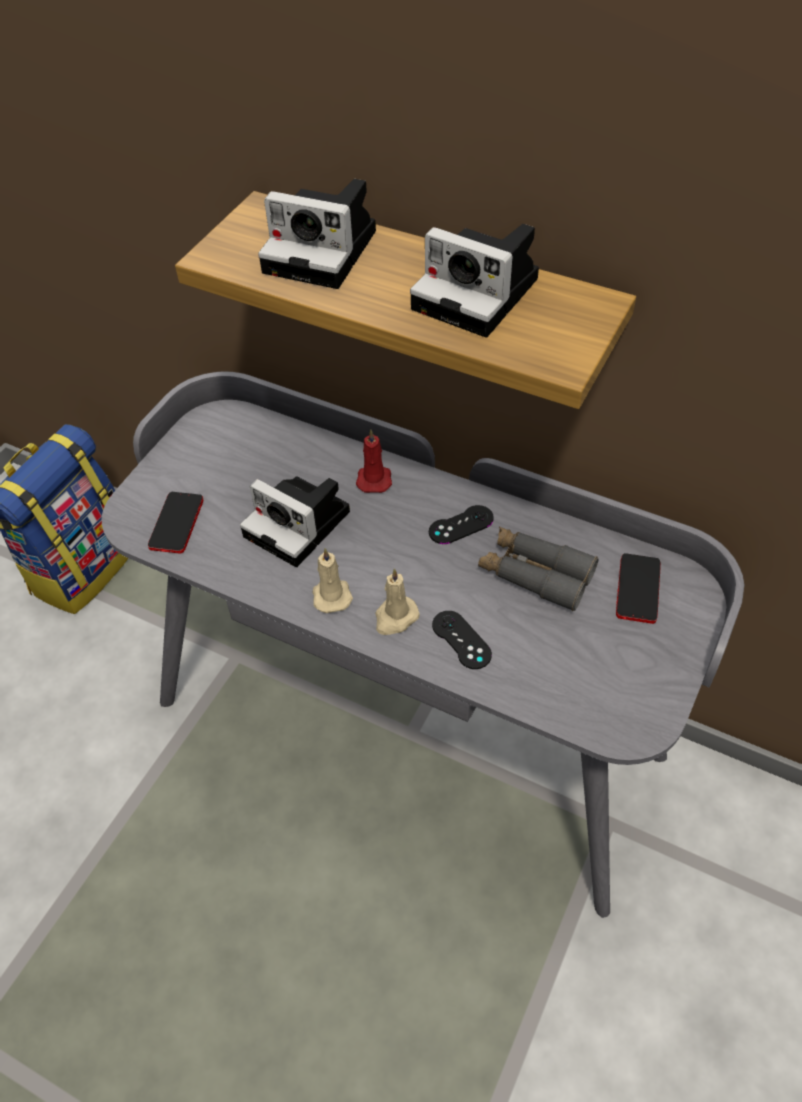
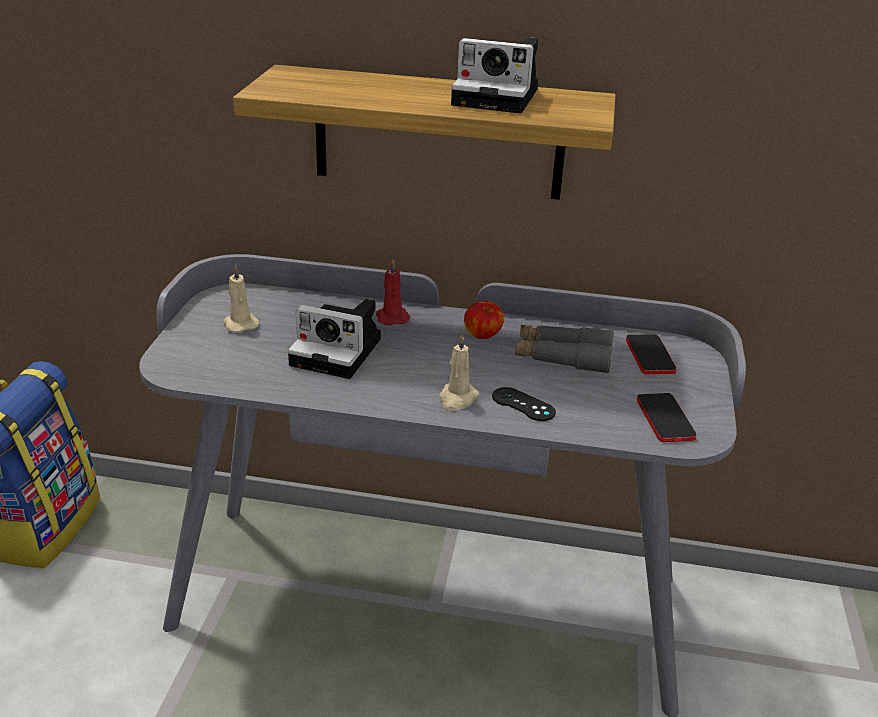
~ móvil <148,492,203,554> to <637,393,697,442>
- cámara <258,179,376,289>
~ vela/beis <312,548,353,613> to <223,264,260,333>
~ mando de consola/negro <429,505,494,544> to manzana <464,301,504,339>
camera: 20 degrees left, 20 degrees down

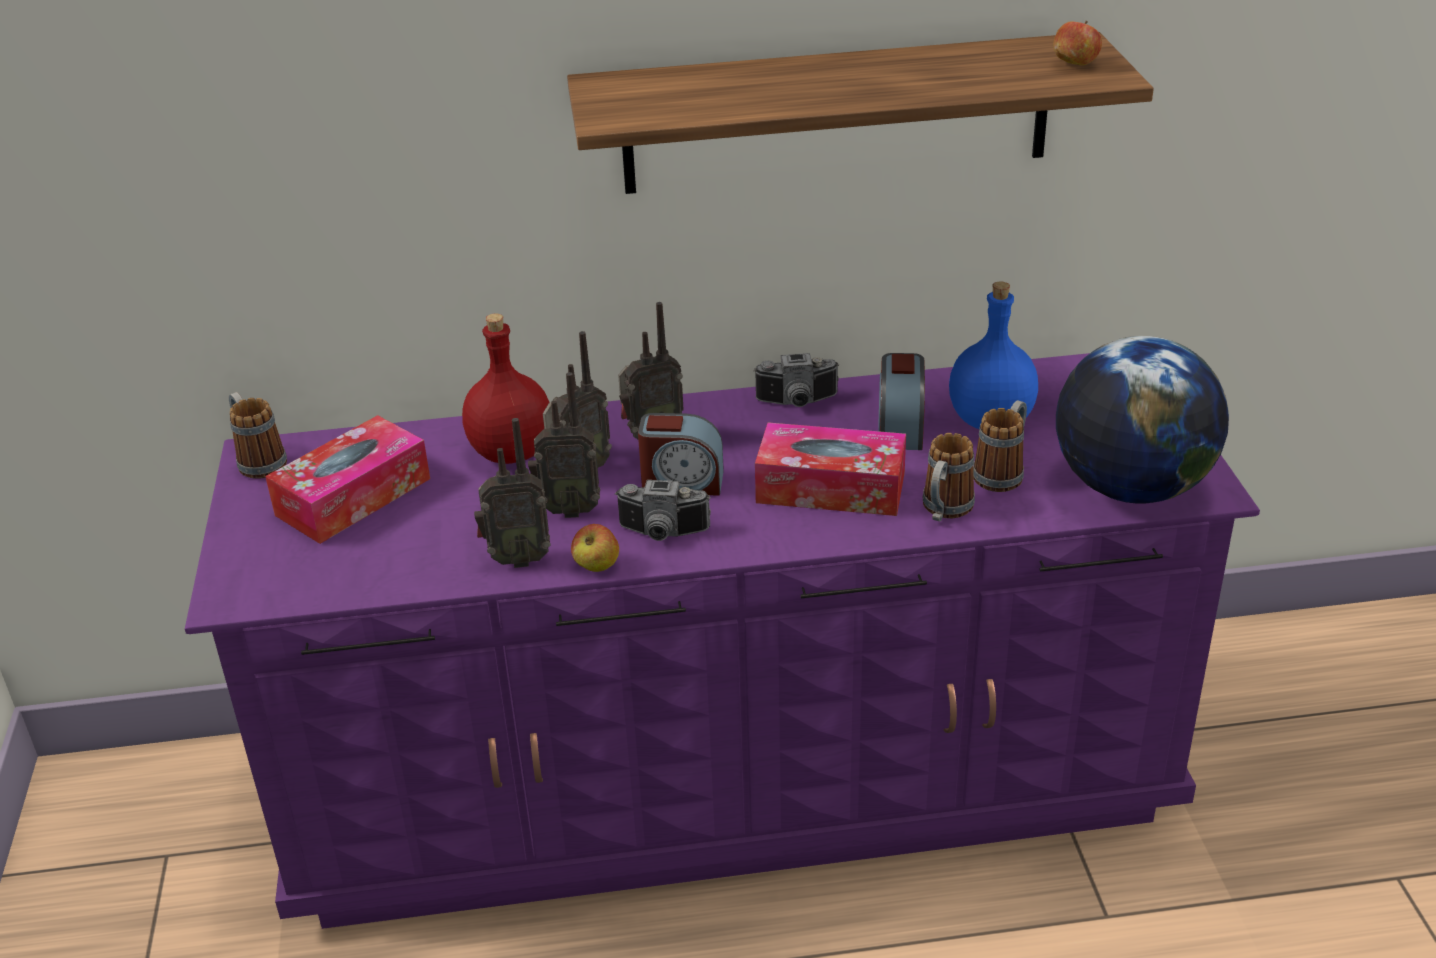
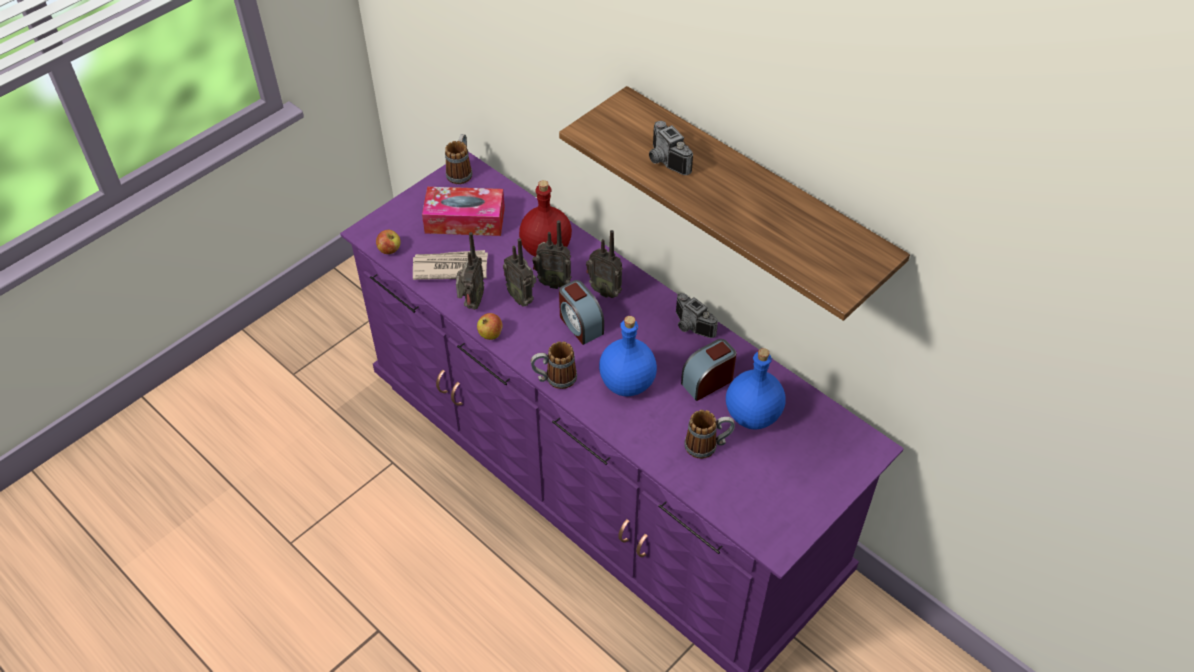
~ radio <474,418,551,568> = <456,232,484,310> 120 degrees counterclockwise
~ cámara <615,480,711,541> to <649,121,693,175>
~ caja de pañuelos <755,422,906,516> to botella/azul <599,316,657,396>
~ taza grande <923,433,975,521> to <531,341,577,389>
~ manzana <1053,21,1102,66> to <376,230,401,254>
- globo terráqueo <1056,336,1229,503>
+ periódico <413,250,488,280>
camera: 50 degrees right, 15 degrees up

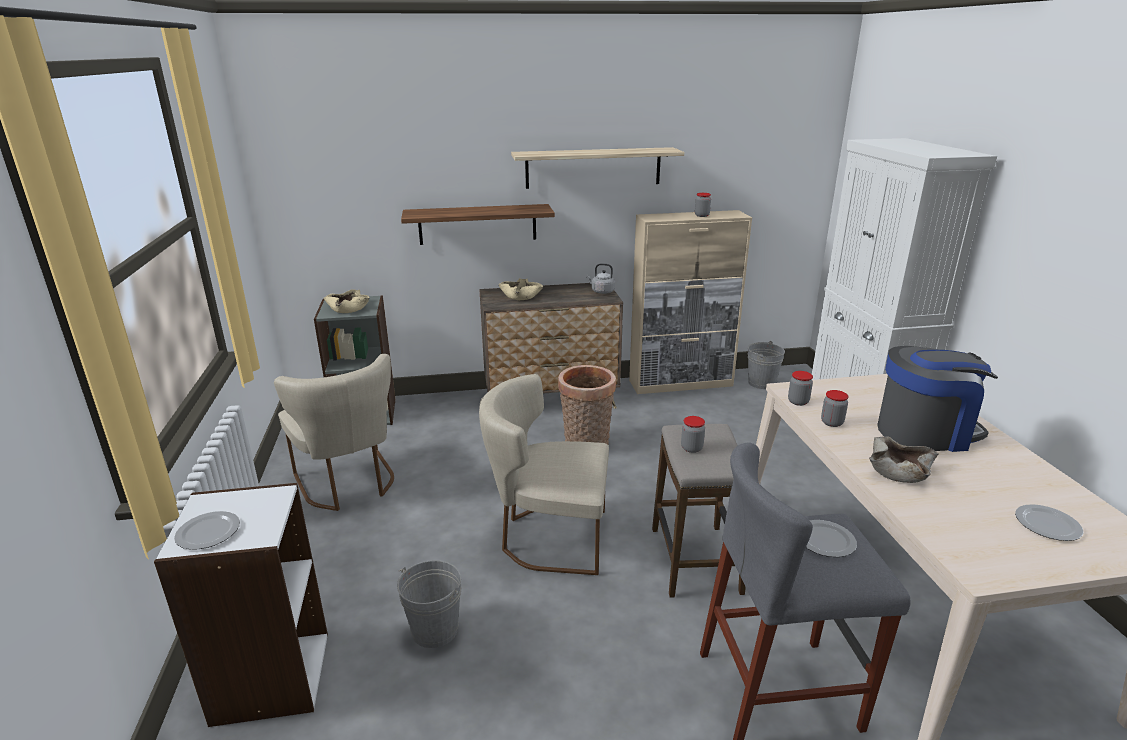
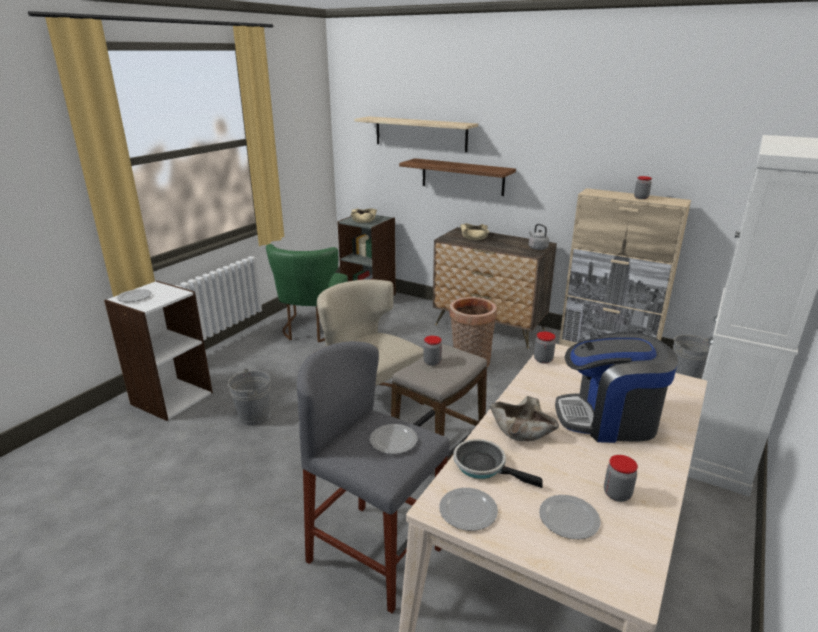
~ silla/beis <274,354,394,511> to silla/verde <266,244,348,342>
~ estante <511,147,684,189> to <354,116,478,152>
~ tarro <821,390,849,427> to <604,455,638,502>
~ cafetera <877,346,998,452> = <555,332,678,443> 150 degrees clockwise
+ plato <439,488,498,531>
+ sartén <453,439,543,488>
camera: 40 degrees right, 0 degrees up

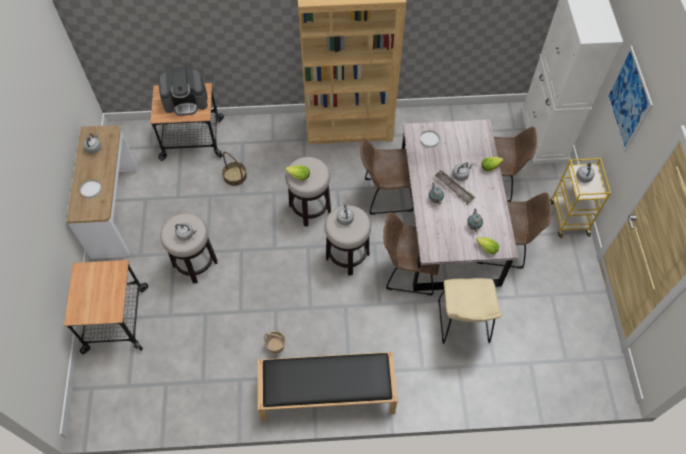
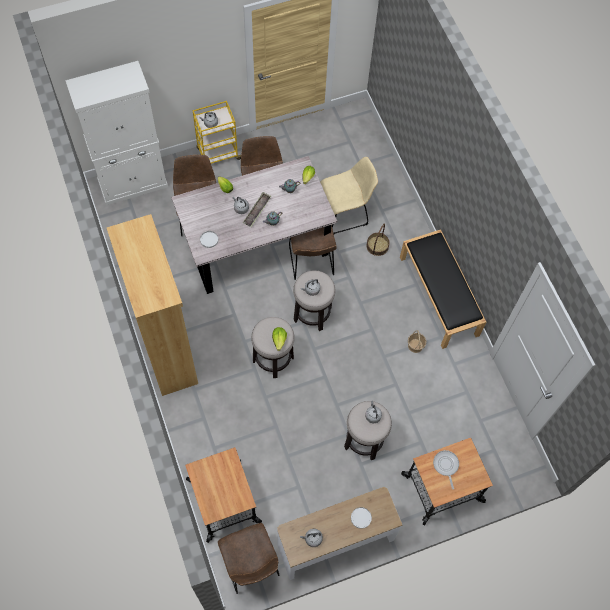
- cafetera <158,67,208,116>
~ cesta <222,152,247,186> to <366,224,390,256>
~ silla/marrón <360,138,414,215> to <218,523,280,594>
- cuadro <607,46,653,152>
+ sartén <433,450,459,489>
camera: 110 degrees left, 5 degrees up

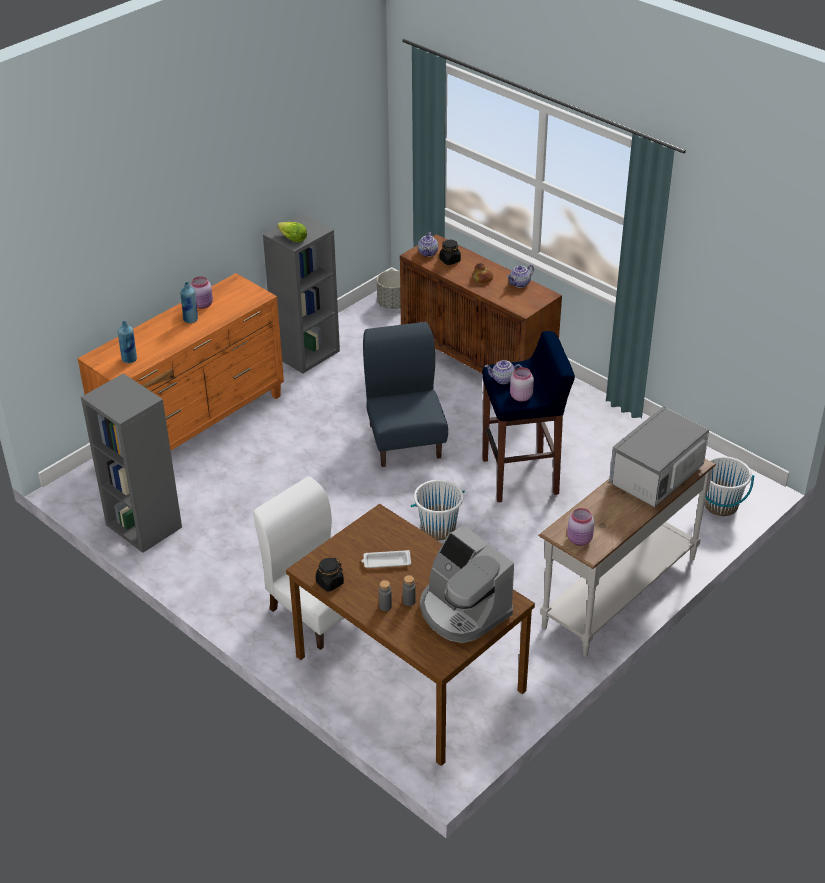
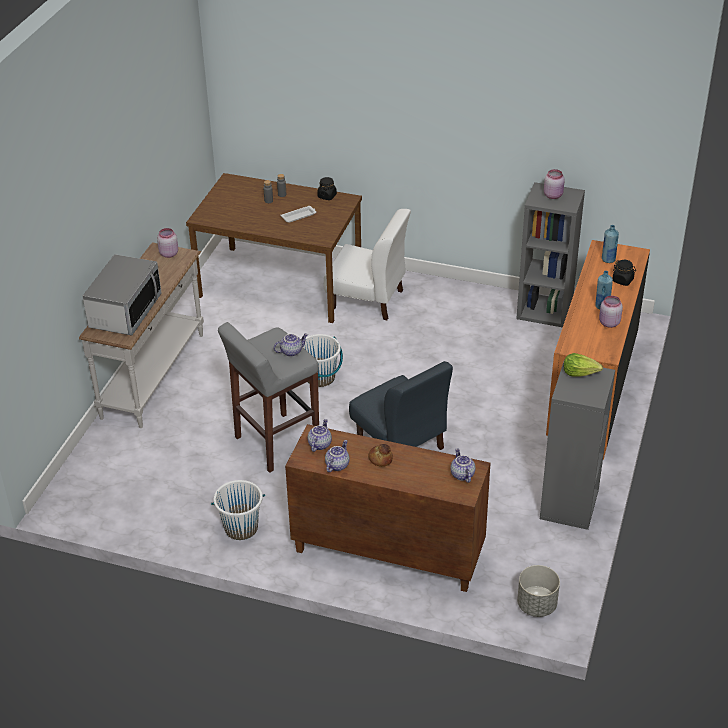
- cafetera <420,525,514,643>
~ tarro/negro <439,240,461,265> to <612,260,636,286>
~ taburete/azul <482,331,575,502> to taburete/gris <218,322,319,473>
~ tarro/rosa <510,367,534,401> to <544,169,565,199>
~ cubo/blanco <705,456,754,516> to <211,480,265,540>
+ tetera <308,419,332,452>
camera: 155 degrees right, 0 degrees up

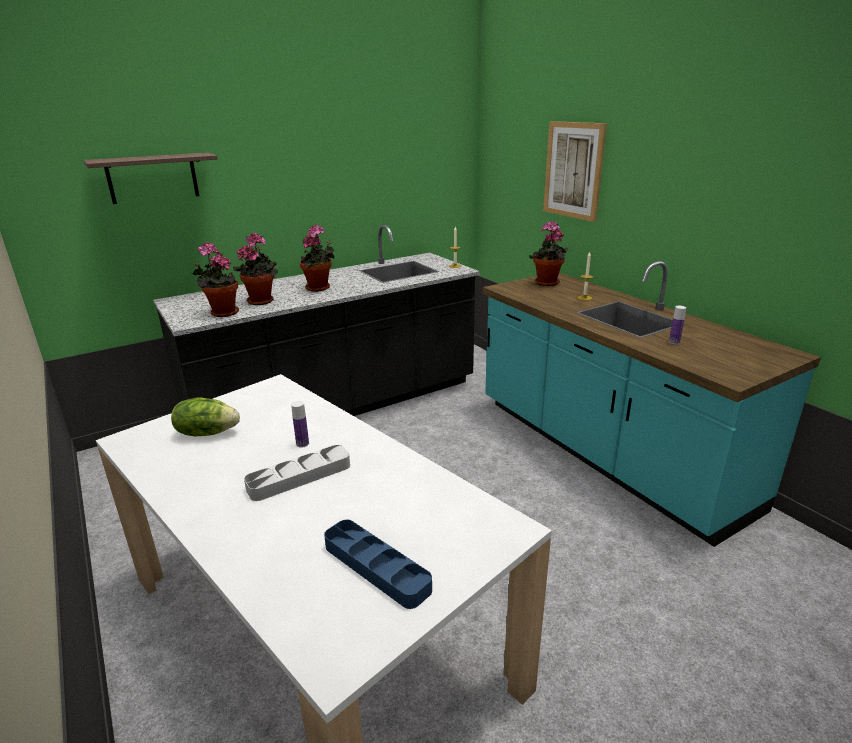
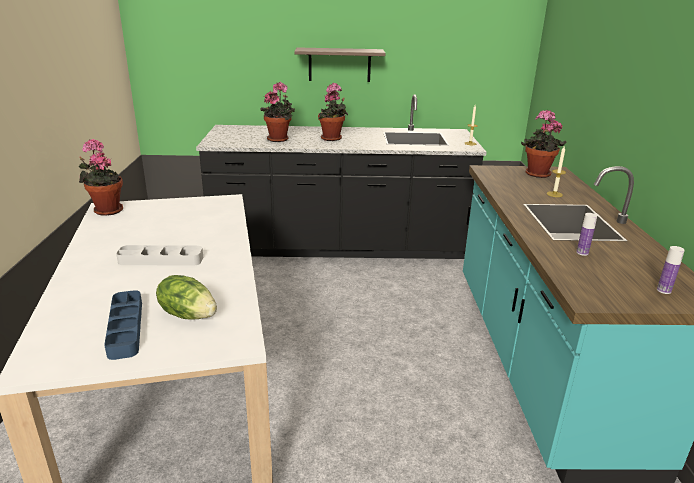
~ estante <83,152,218,204> to <294,47,386,82>
~ lechuga <171,397,240,436> to <156,275,217,319>
~ planta en maceta <192,242,239,317> to <79,139,123,216>
~ botella <291,401,309,448> to <657,246,685,294>
- cuadro <543,121,607,222>
camera: 30 degrees right, 0 degrees up

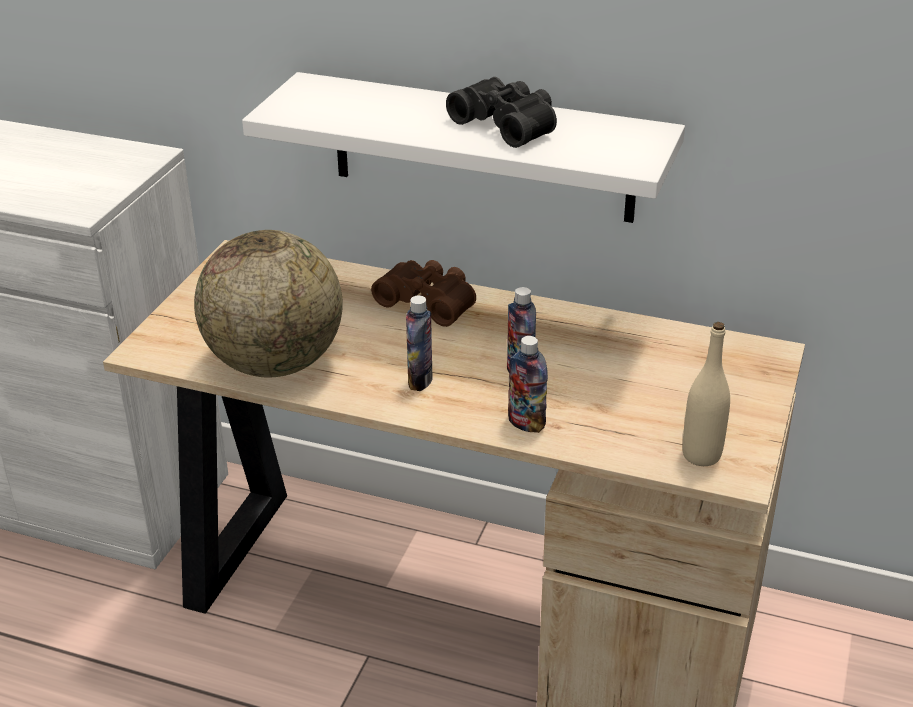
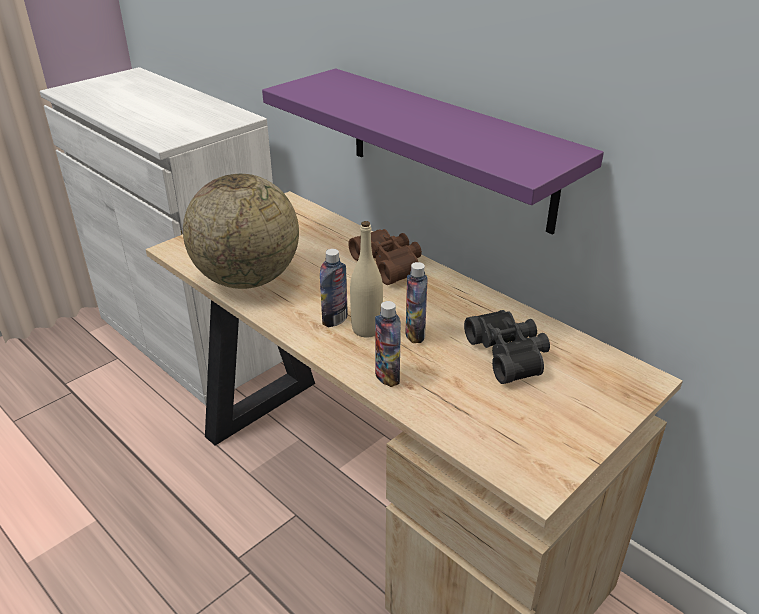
~ estante/blanco <242,72,685,223> to estante/morado <262,68,604,235>
~ prismáticos/negro <446,77,557,148> to <464,310,550,384>
~ botella/beis <683,322,730,466> to <350,221,383,338>
camera: 25 degrees right, 0 degrees up

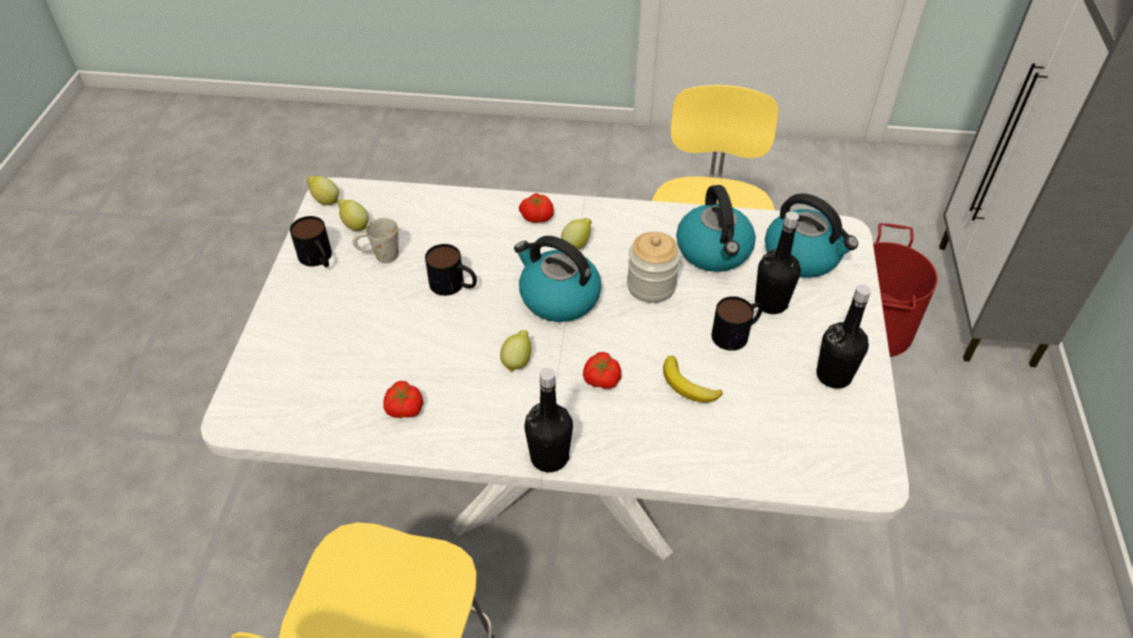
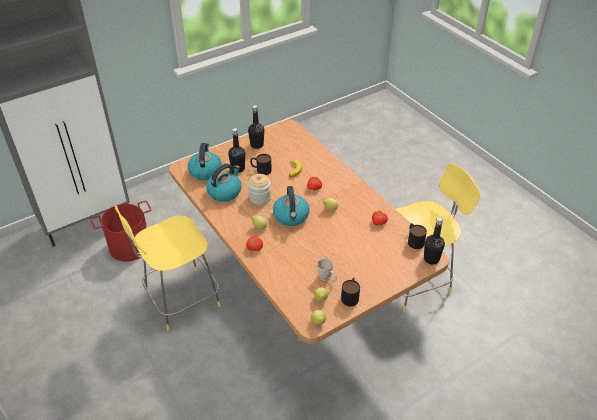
~ mesa de comedor/blanco <201,177,909,560> to mesa de comedor/marrón <169,120,449,344>
~ taza grande <425,244,477,296> to <408,223,427,249>
~ botella/negro <524,368,573,472> to <424,217,445,264>
camera: 130 degrees left, 5 degrees down

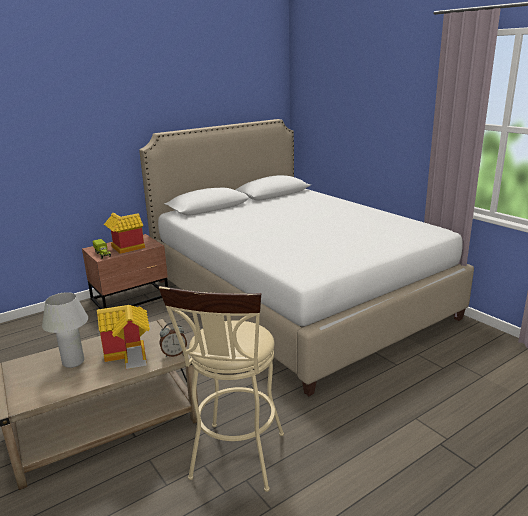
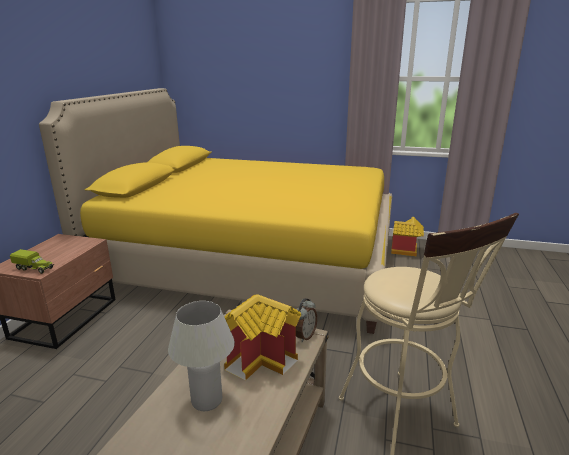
~ casita <104,213,145,254> to <391,217,424,256>
~ cama/blanco <139,119,474,396> to cama/amarillo <39,88,392,334>
camera: 40 degrees left, 0 degrees up

